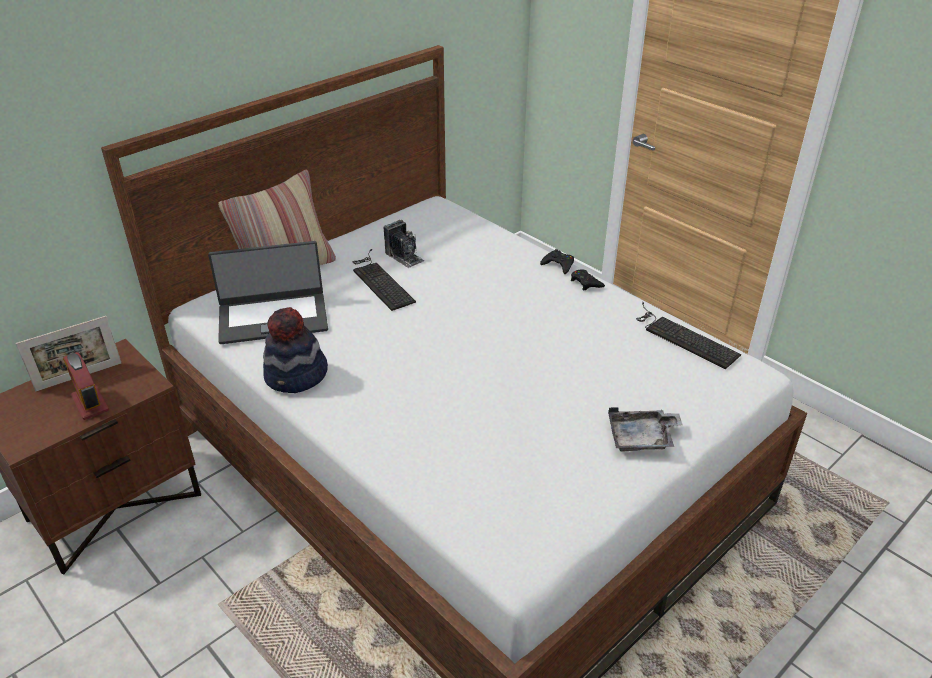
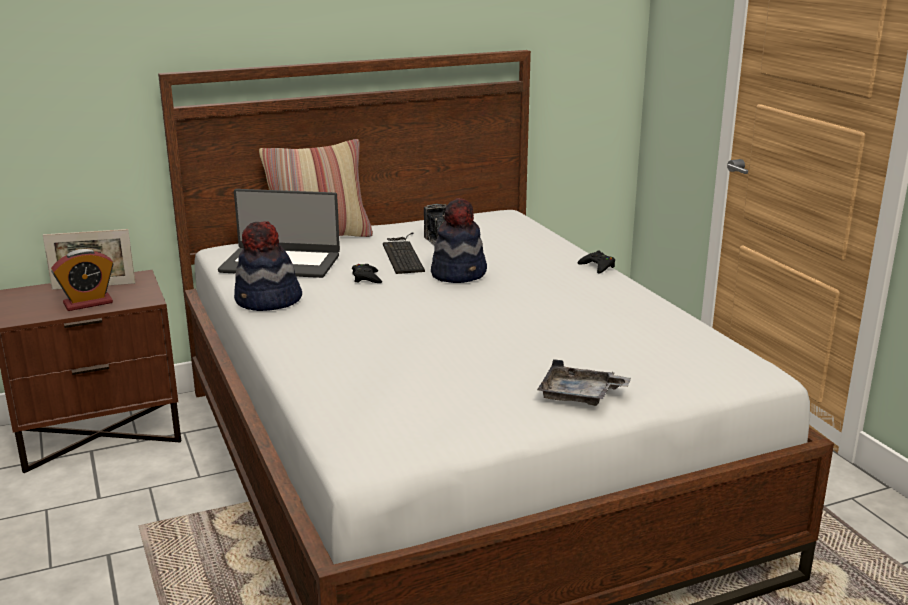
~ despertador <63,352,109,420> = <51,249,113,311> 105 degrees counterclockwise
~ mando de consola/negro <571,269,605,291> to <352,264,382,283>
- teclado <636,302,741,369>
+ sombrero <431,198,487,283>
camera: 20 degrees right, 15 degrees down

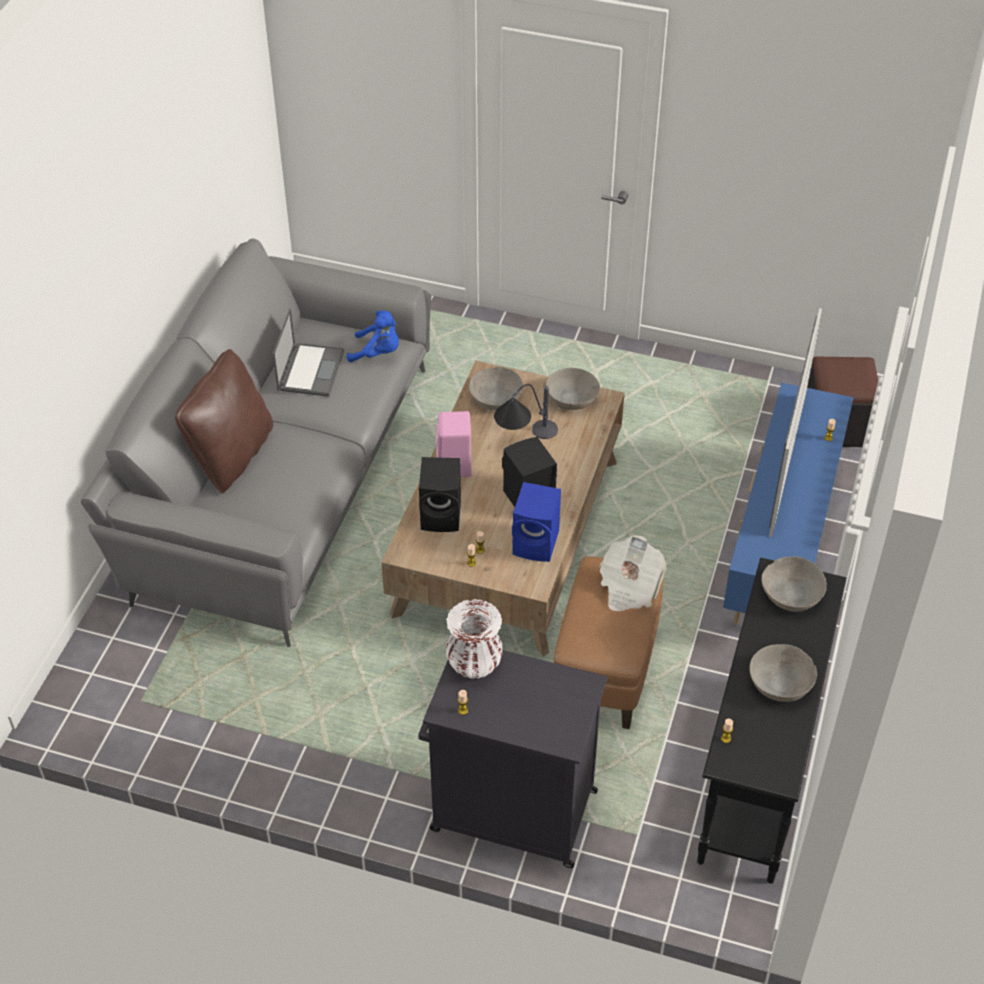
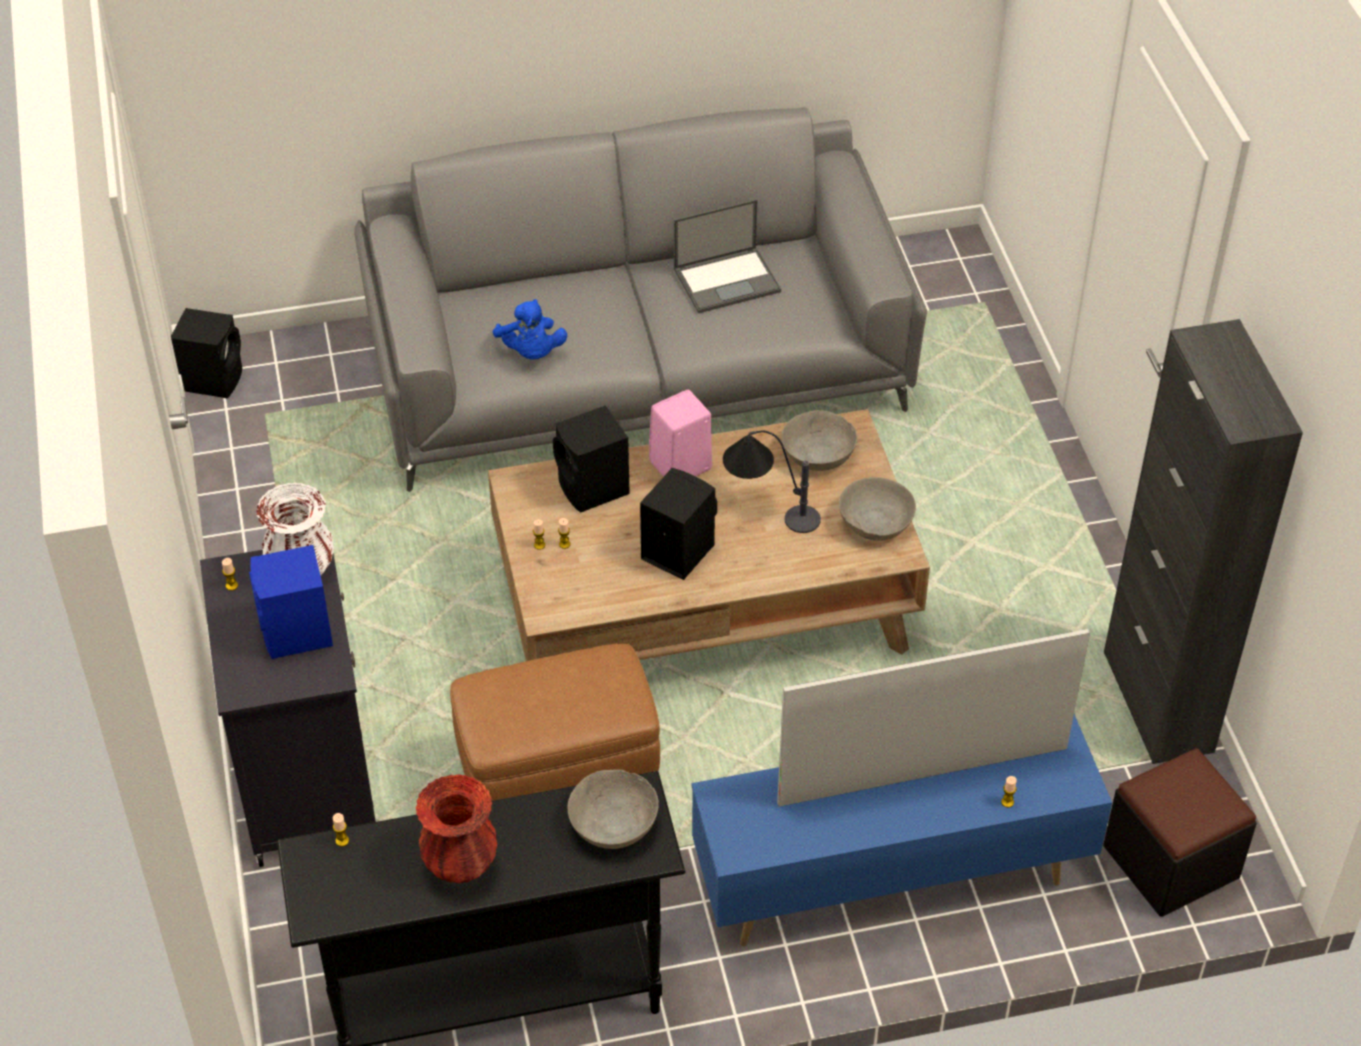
- cojín/marrón <175,349,273,493>
~ peluche/azul <347,310,399,362> to <493,299,567,359>
~ altavoz/azul <512,482,561,562> to <249,545,333,659>
- periódico <599,535,667,611>
~ cuenco/gris <749,644,817,702> to florero/rojo <416,774,497,884>
+ altavoz/negro <171,308,242,399>
+ armario/negro <1104,319,1303,764>
camera: 60 degrees right, 0 degrees up

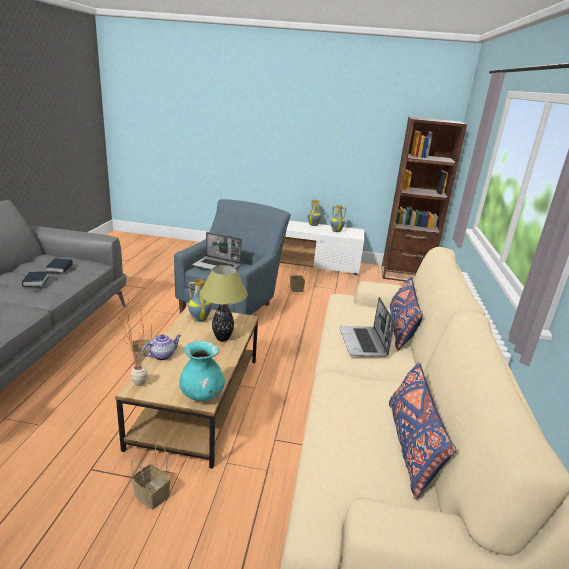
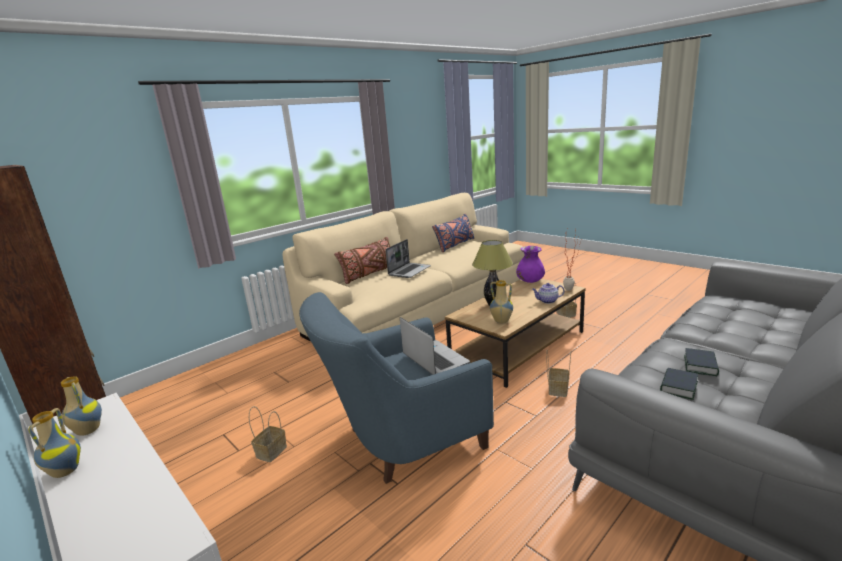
~ florero/turquesa <179,341,225,401> to florero/morado <516,246,545,283>
~ cojín/azul <390,277,423,351> to cojín/marrón <334,237,390,284>
camera: 140 degrees left, 5 degrees down

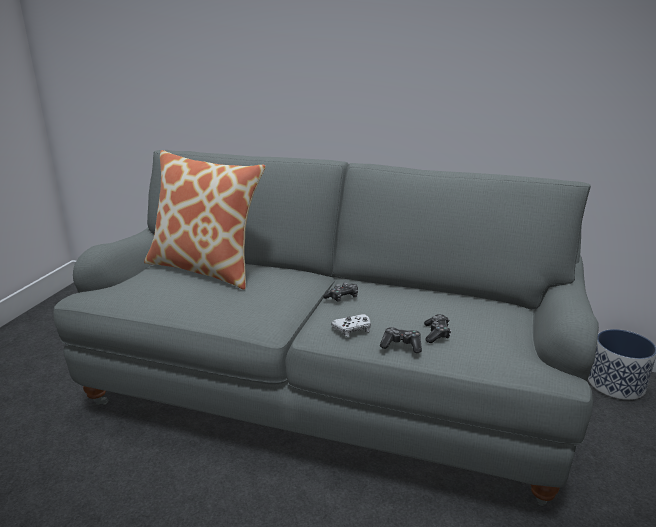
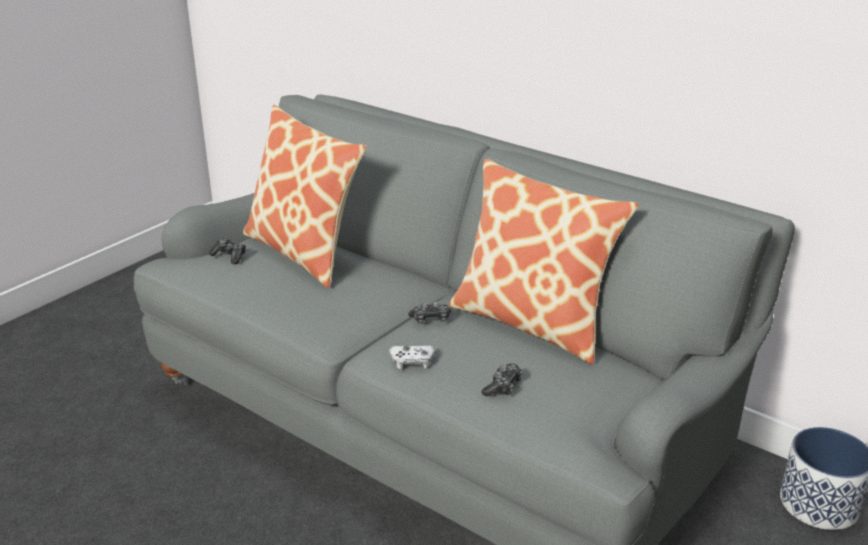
~ mando de consola <380,327,422,353> to <209,238,246,264>
+ cojín <449,159,639,365>
camera: 20 degrees right, 5 degrees up

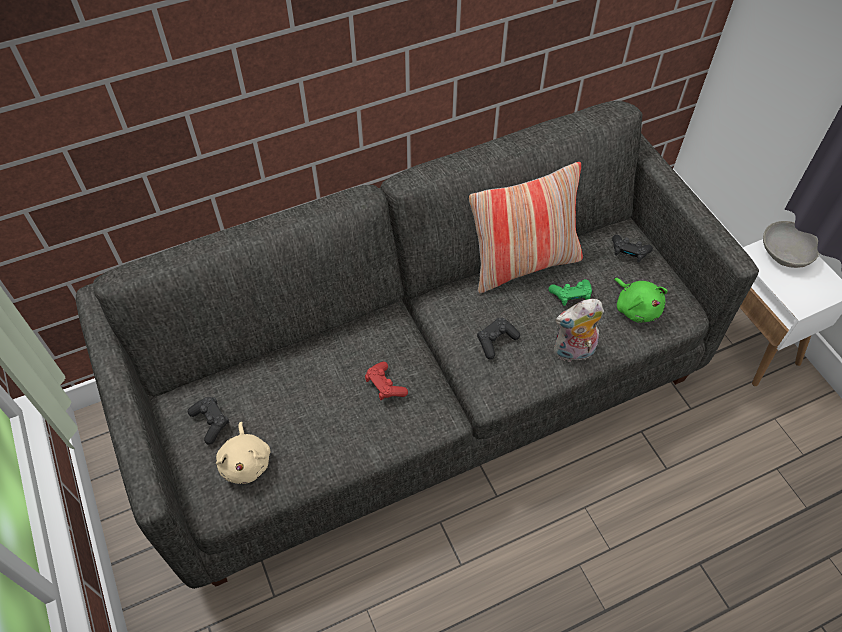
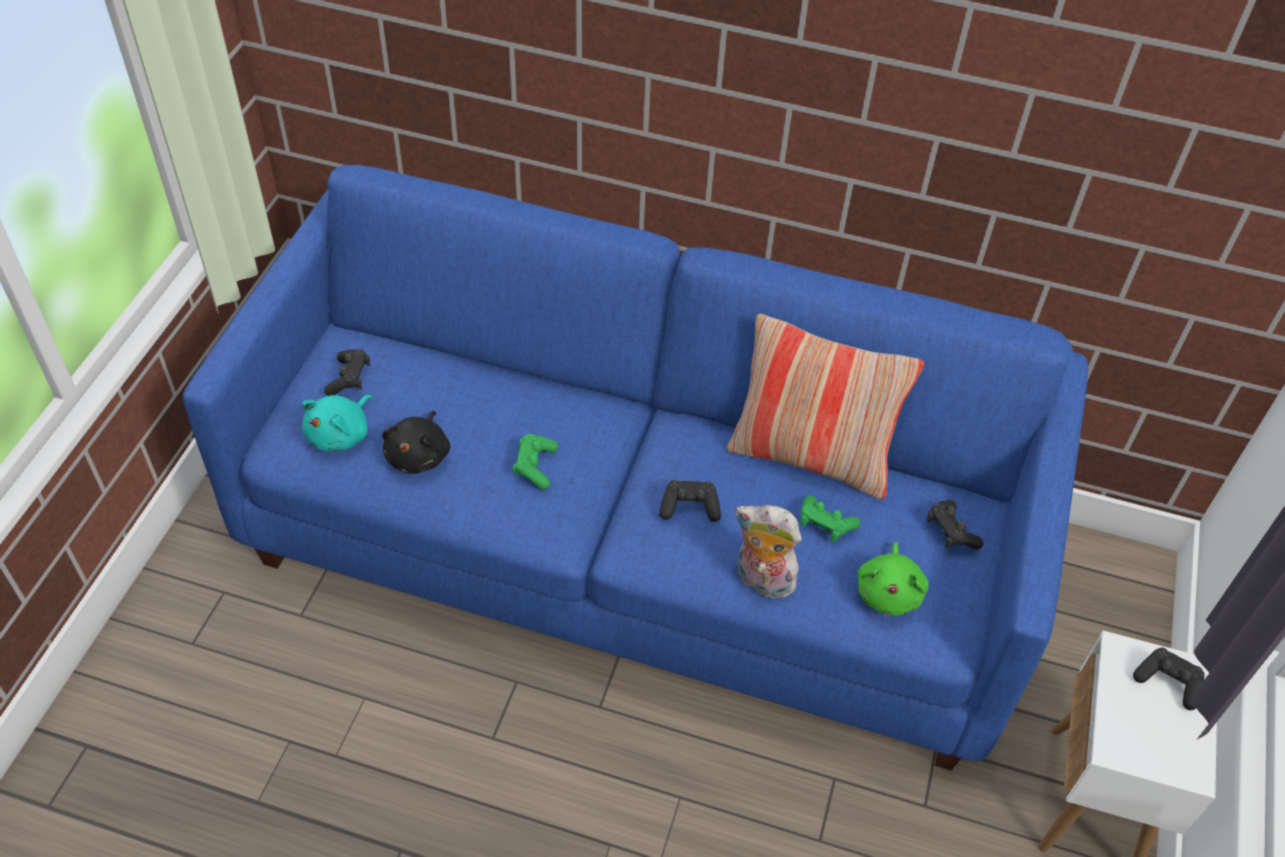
~ sofá/gris <76,101,759,589> to sofá/azul <183,165,1089,770>
~ peluche/beis <216,422,270,484> to peluche/turquesa <302,395,373,451>
~ mando de consola/rojo <365,362,408,400> to mando de consola/verde <513,434,558,490>
~ cuenco/gris <763,221,820,268> to mando de consola/negro <1133,647,1205,710>
+ peluche/negro <382,411,450,474>
camera: 40 degrees right, 5 degrees down

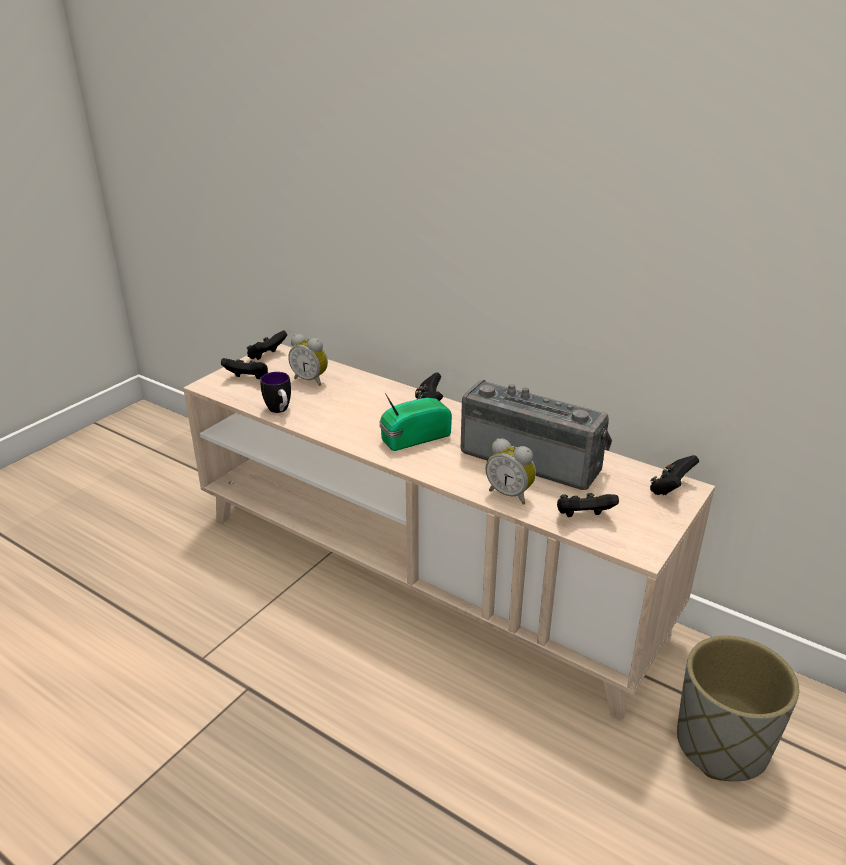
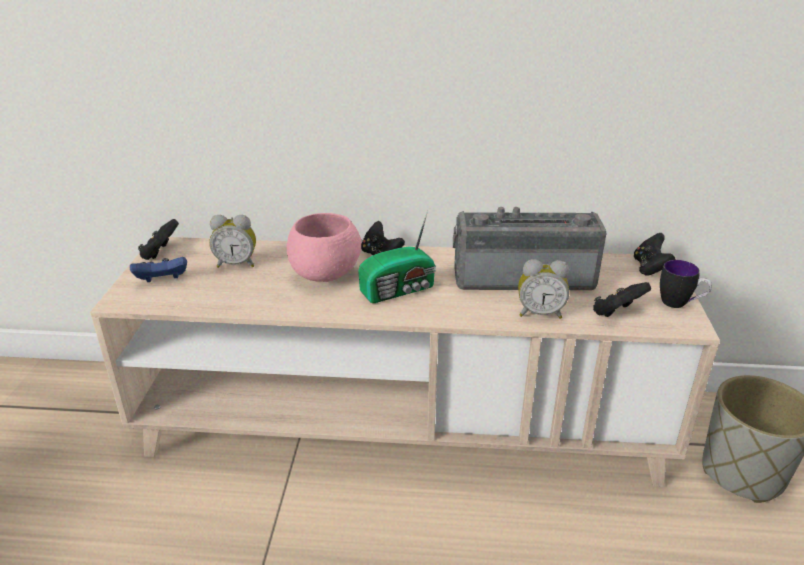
~ mando de consola/negro <221,358,268,379> to mando de consola/azul <130,257,187,282>
~ taza grande <260,372,291,413> to <660,260,712,308>
~ radio <379,393,452,451> = <358,211,436,303> 150 degrees counterclockwise
+ cuenco/rosa <287,213,361,282>
camera: 30 degrees left, 0 degrees up

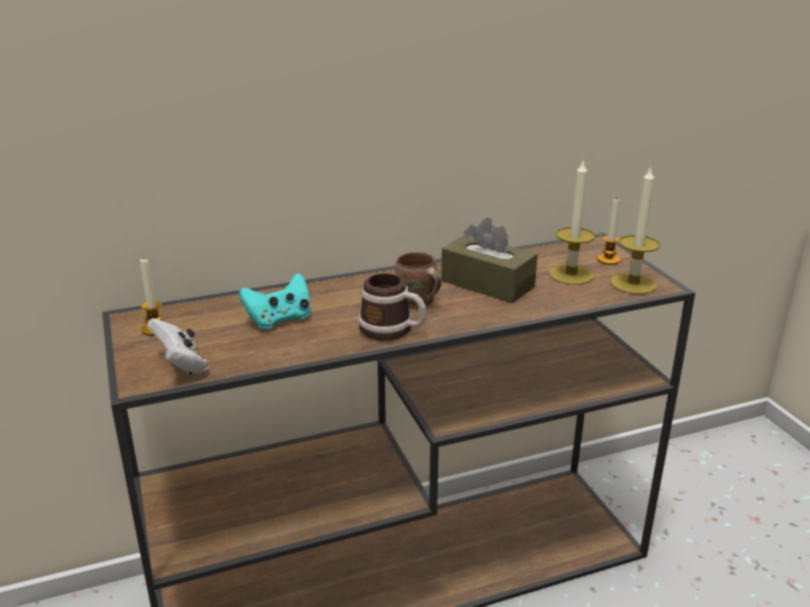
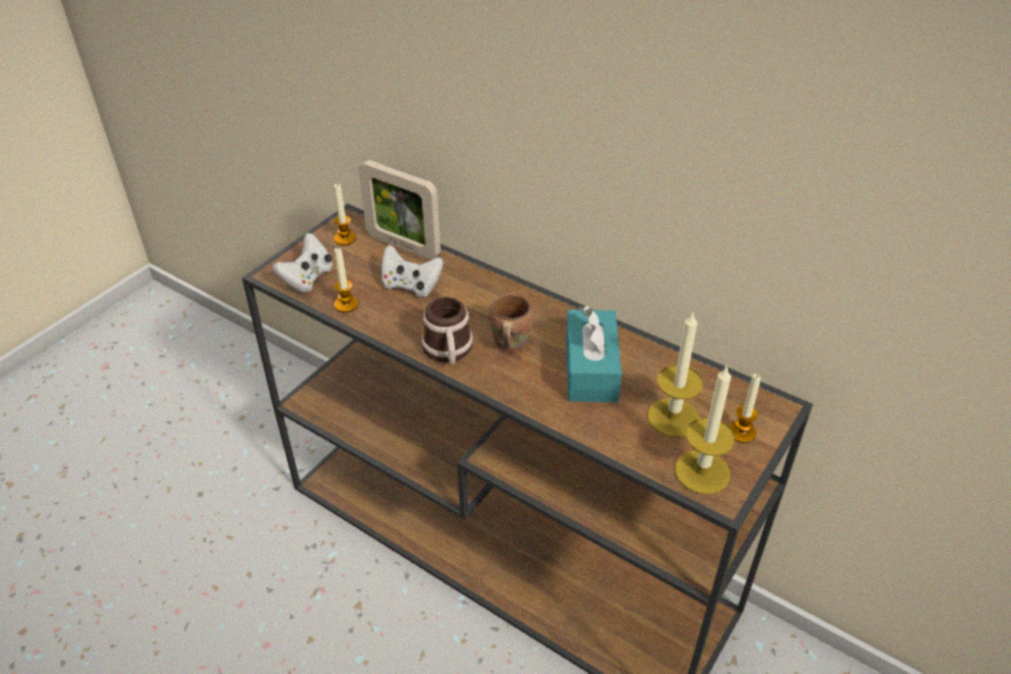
~ mando de consola/turquesa <239,273,310,329> to mando de consola/blanco <381,245,444,297>
~ caja de pañuelos/marrón <441,218,538,303> to caja de pañuelos/turquesa <566,306,622,402>
+ vela <334,247,358,313>
+ portarretratos <358,160,441,260>
camera: 55 degrees right, 15 degrees up

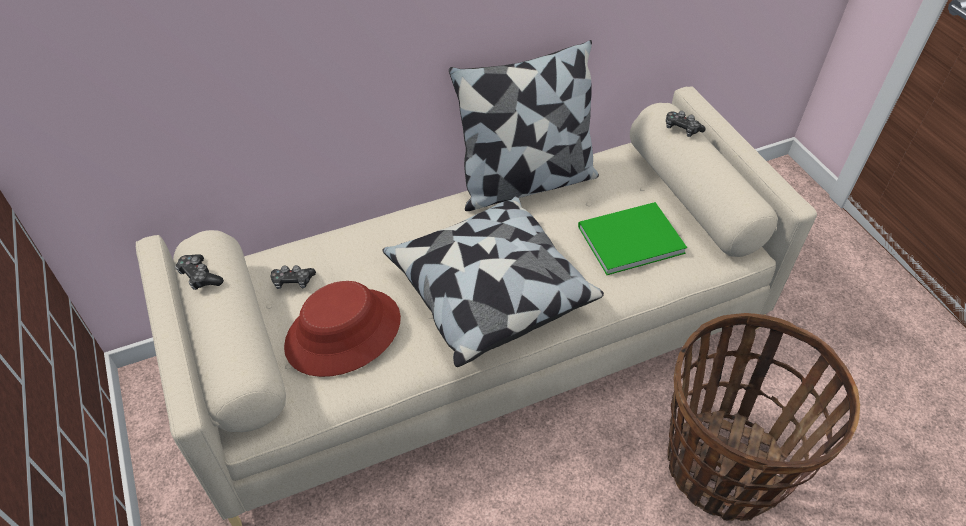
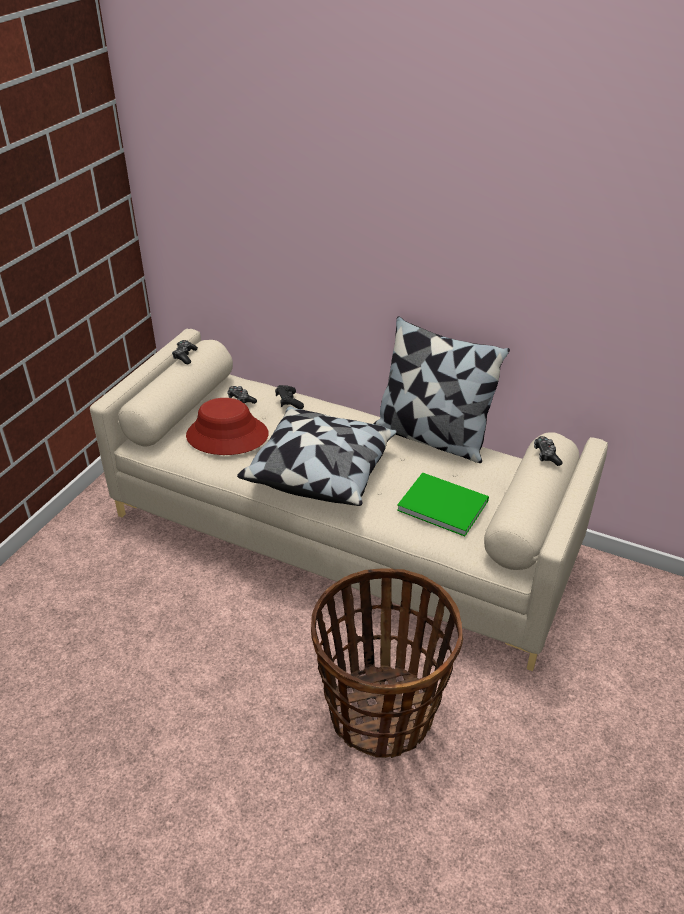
+ mando de consola/negro <275,385,304,409>
camera: 50 degrees right, 10 degrees down

